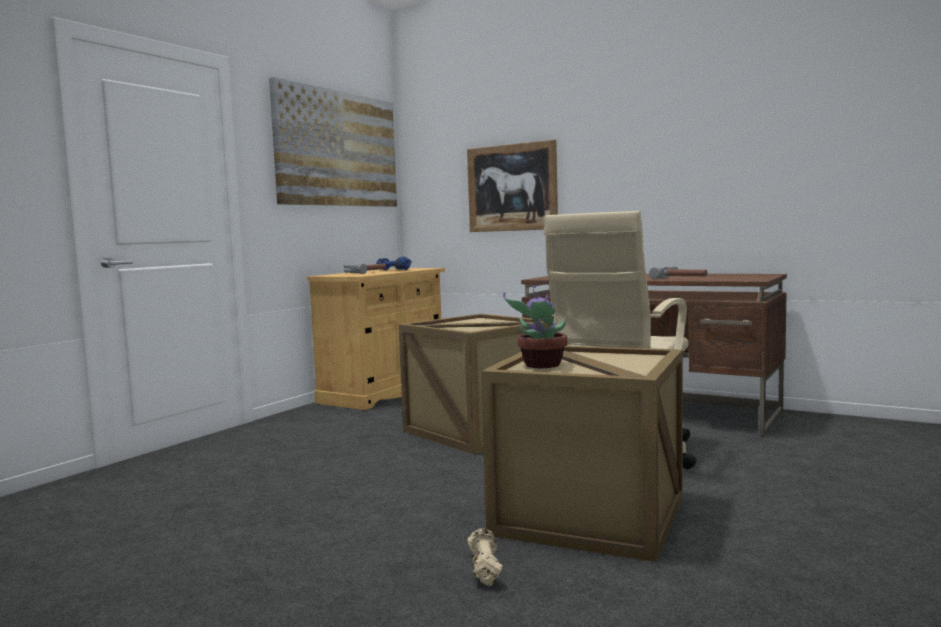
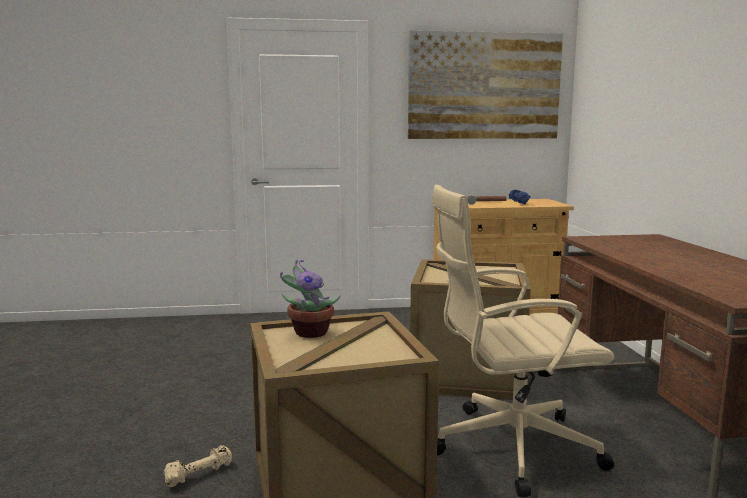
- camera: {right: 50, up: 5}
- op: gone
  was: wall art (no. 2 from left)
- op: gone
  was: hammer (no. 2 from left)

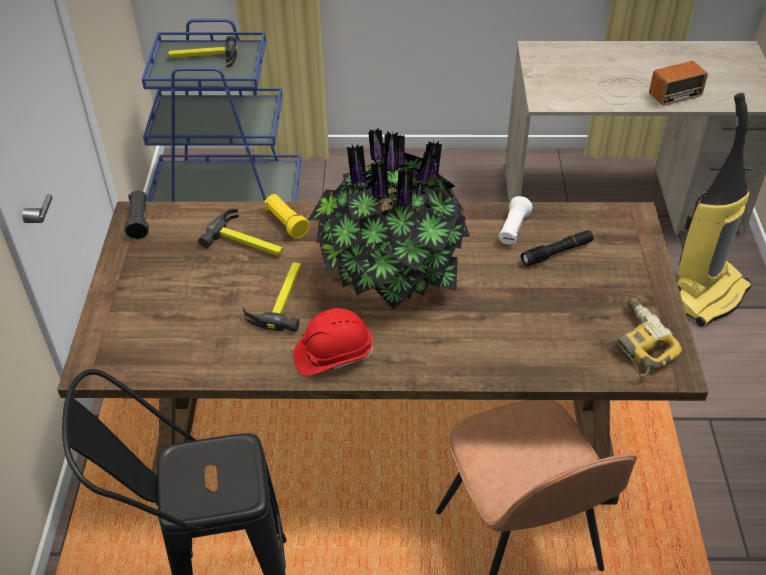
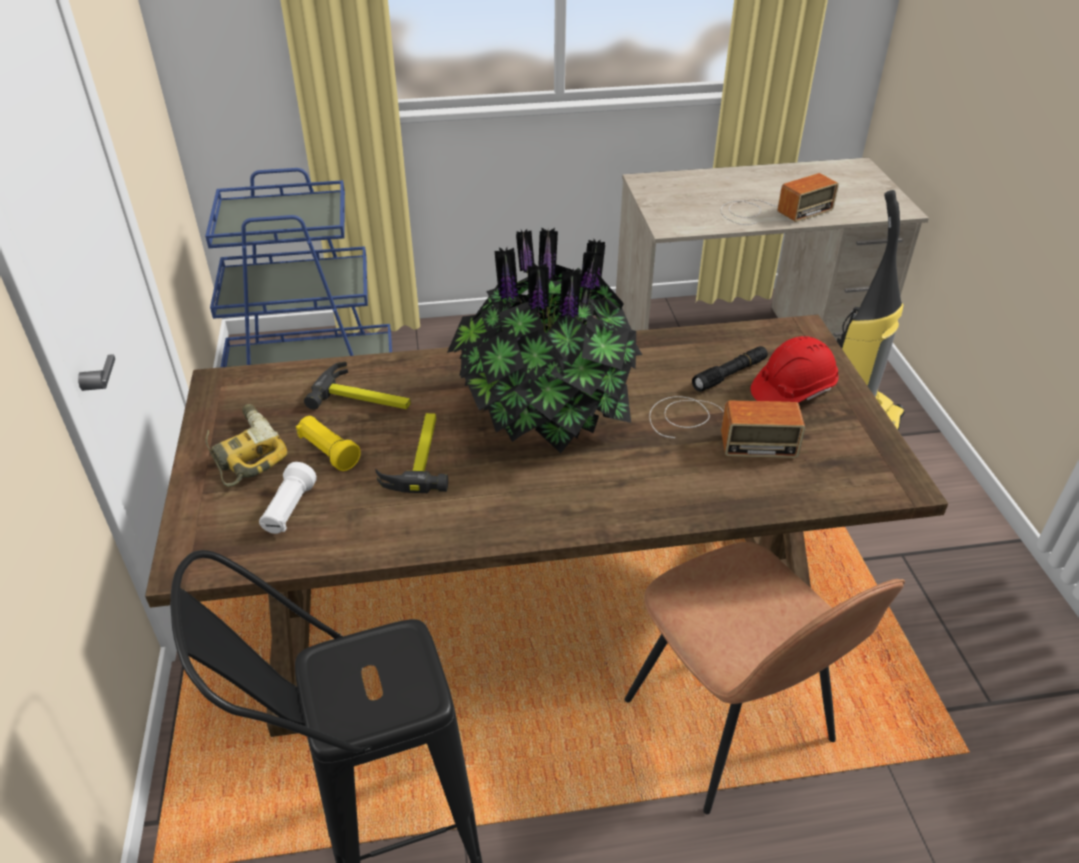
- camera: {right: -10, up: -5}
- op: gone
  was: blackish torch (no. 1 from left)
- op: gone
  was: hammer (no. 1 from left)
- op: new
  now: radio set (no. 1 from left)
- op: shifted
  was: yellow-coloured torch
- op: shifted
  was: reddish safety helmet
- op: shifted
  was: white-coloured torch
- op: shifted
  was: electric drill

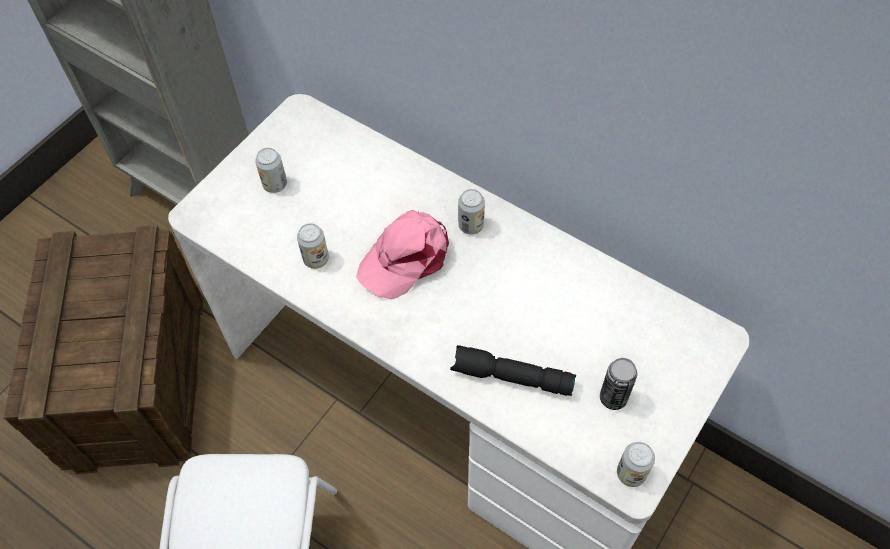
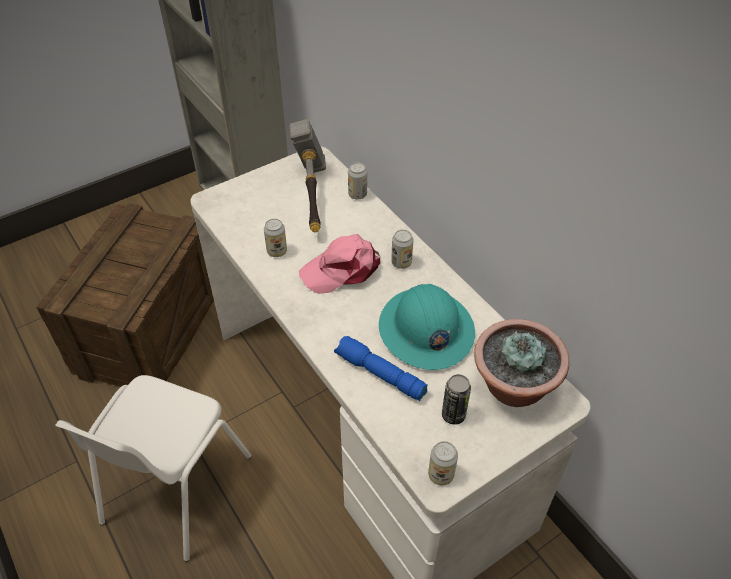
- camera: {right: 20, up: -10}
- op: new
  now: hammer
- op: new
  now: turquoise safety helmet
- op: new
  now: houseplant
- op: shifted
  was: can (no. 1 from left in the first image)
  now: can (no. 2 from left)
- op: repainted
  was: blackish torch
  now: blue torch

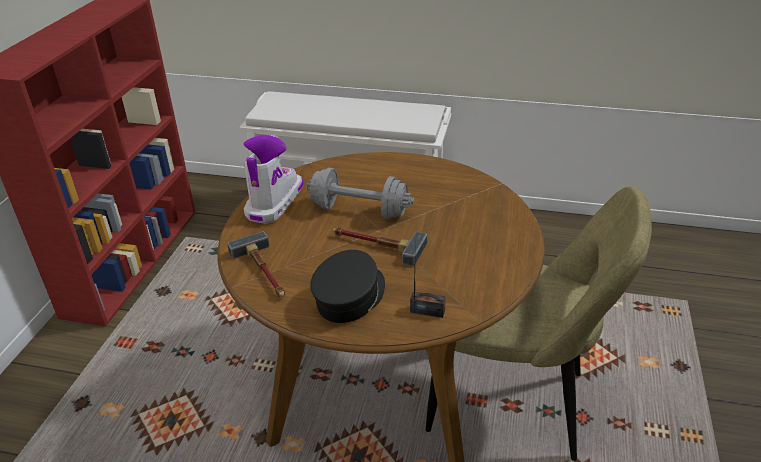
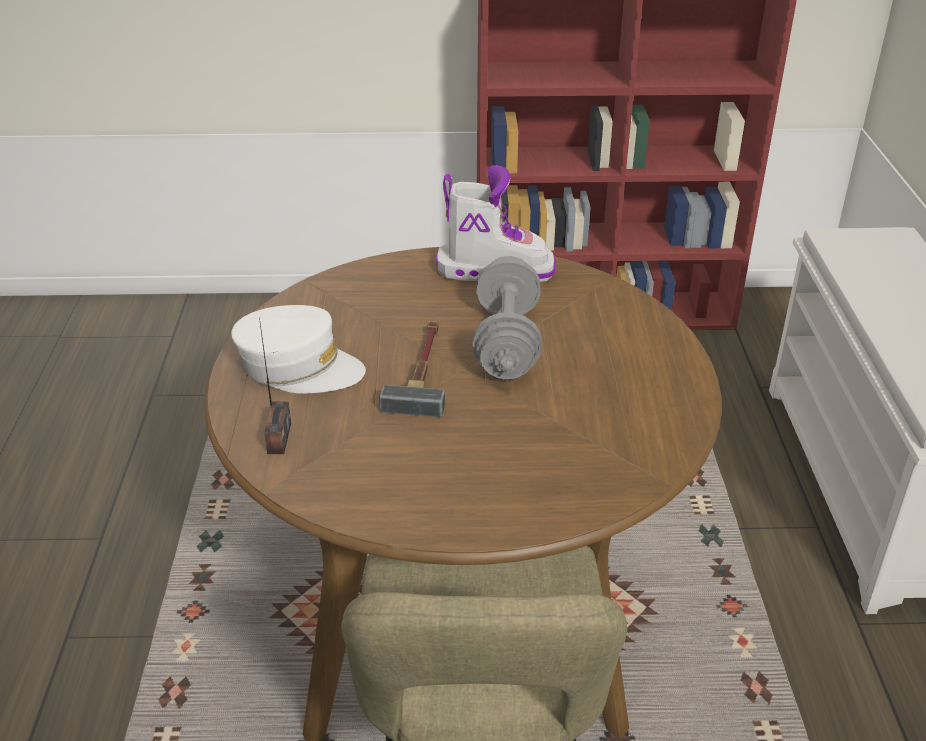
- camera: {right: 75, up: 0}
- op: gone
  was: hammer (no. 1 from left)
- op: repainted
  was: blackish cap
  now: white-coloured cap

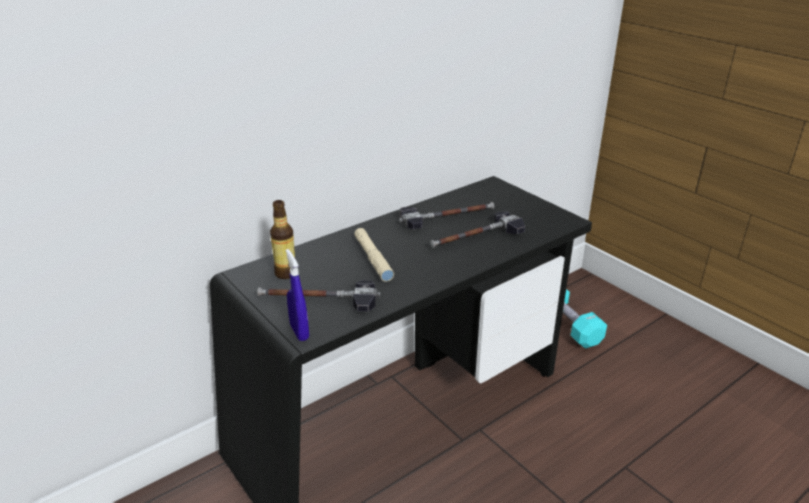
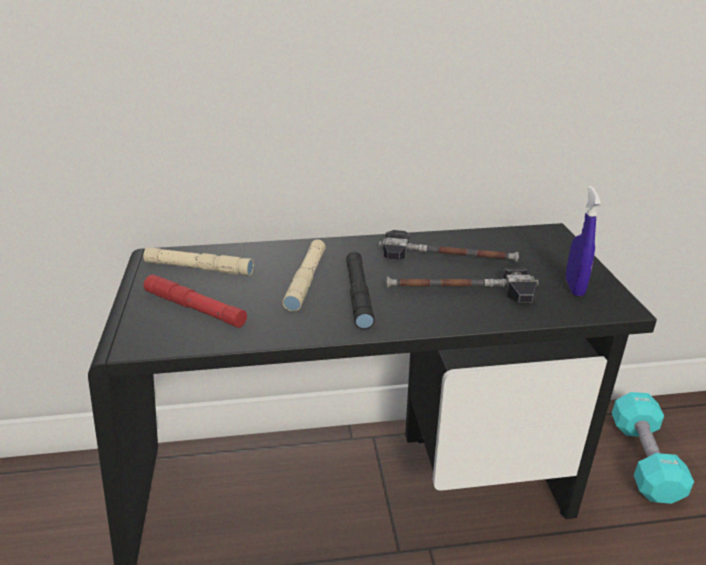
- camera: {right: 30, up: 0}
- op: new
  now: blackish torch
- op: shifted
  was: blue sprayer
- op: swapped
  was: hammer (no. 1 from left)
  now: reddish torch
- op: swapped
  was: bottle
  now: sand-coloured torch (no. 1 from left)

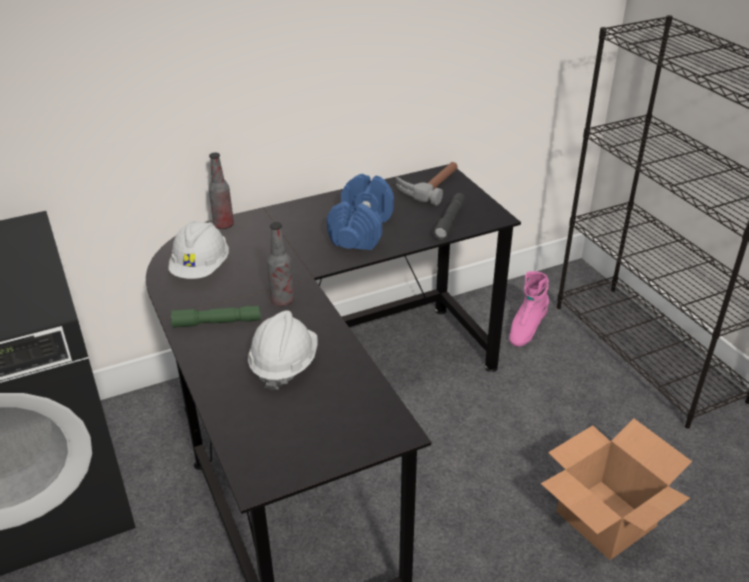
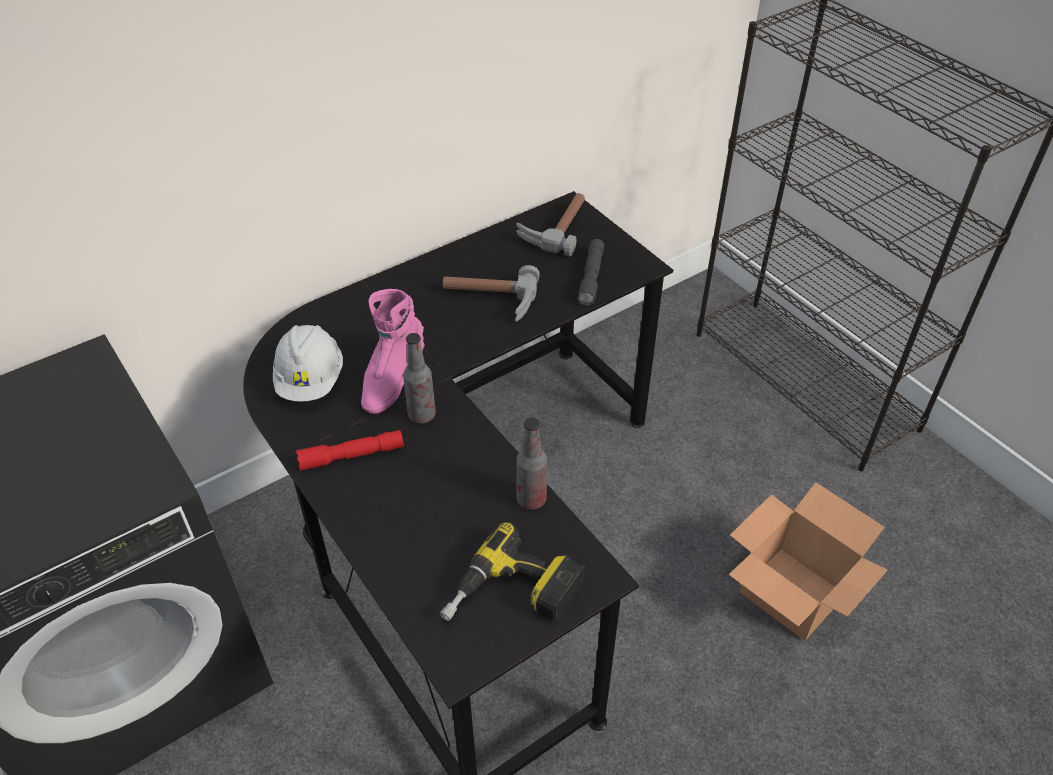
- camera: {right: -10, up: 10}
- op: gone
  was: white-coloured safety helmet (no. 2 from left)
- op: new
  now: electric drill
- op: shifted
  was: bottle (no. 1 from left in the first image)
  now: bottle (no. 2 from left)
- op: shifted
  was: pink-coloured boot
- op: swapped
  was: blue free weight
  now: hammer (no. 1 from left)
- op: repainted
  was: greenish torch
  now: reddish torch

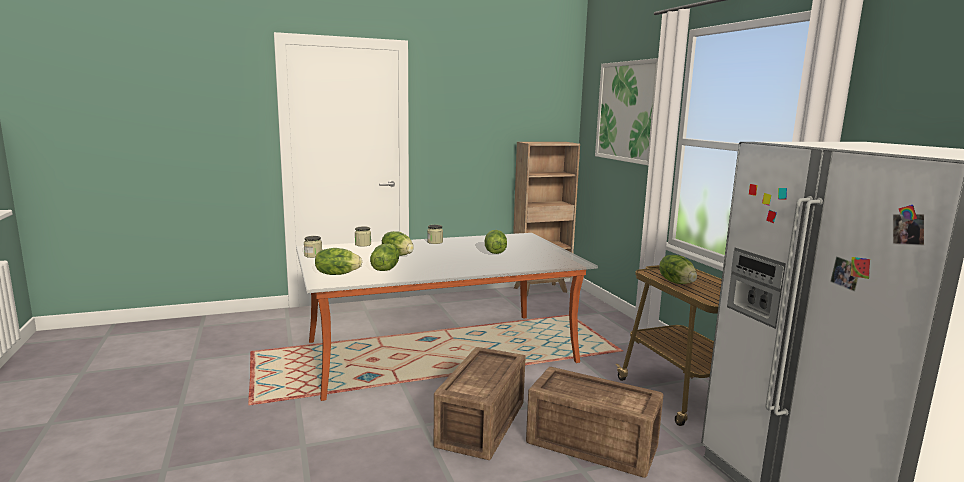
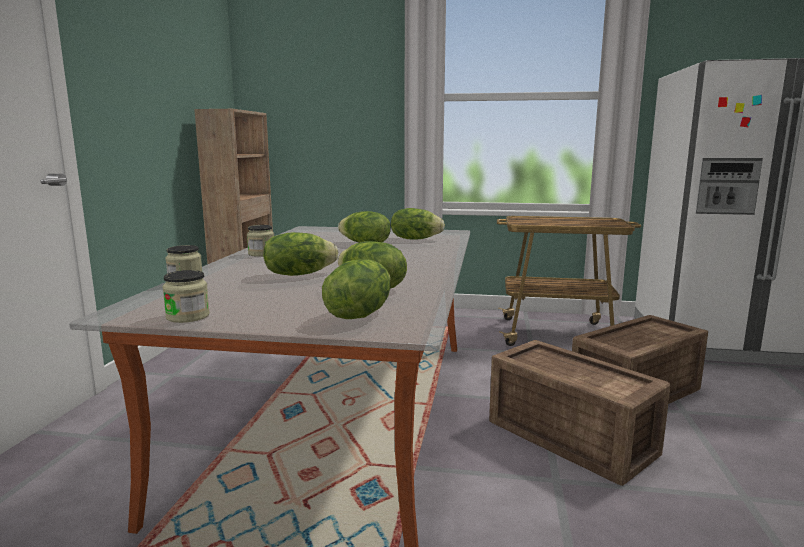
- camera: {right: -60, up: 0}
- op: gone
  was: wall art
- op: shifted
  was: lettuce head (no. 5 from left)

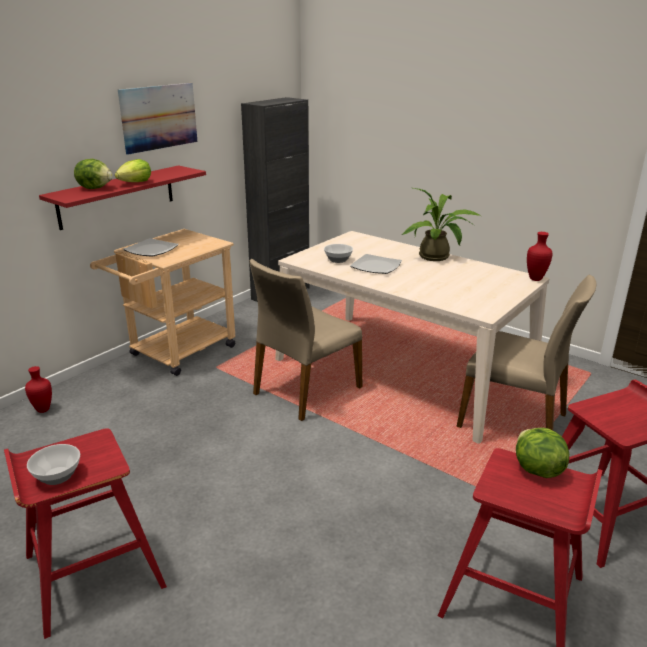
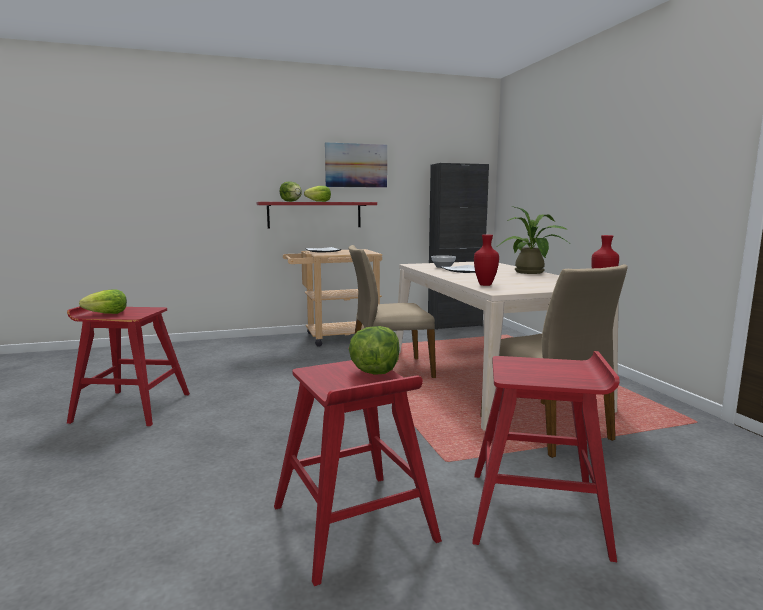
- camera: {right: 35, up: -15}
- op: shifted
  was: reddish vase (no. 1 from left)
- op: swapped
  was: deep dish (no. 1 from left)
  now: lettuce head (no. 1 from left)

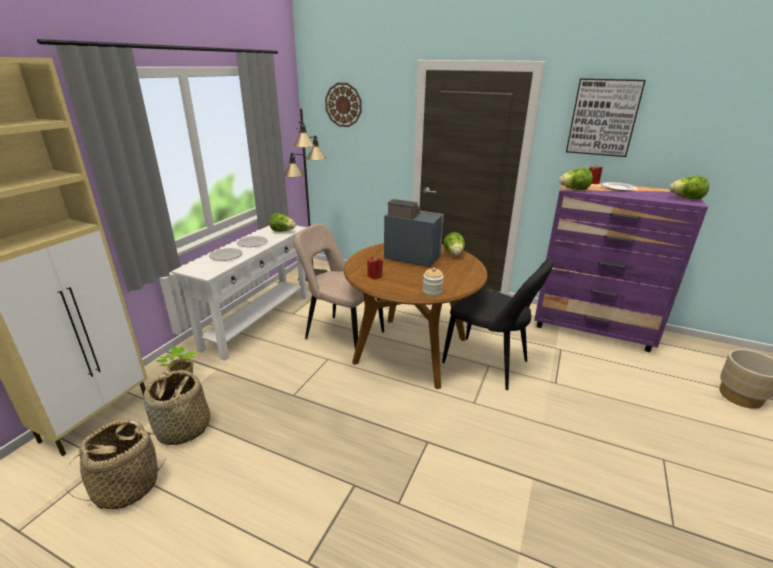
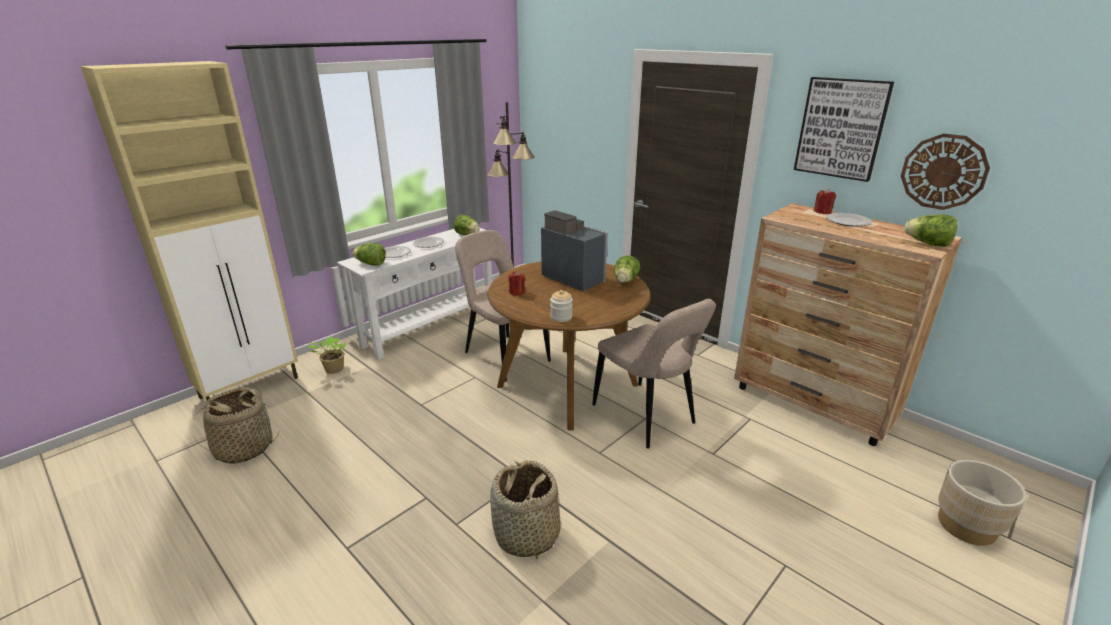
- camera: {right: 20, up: 0}
- op: shifted
  was: basket (no. 2 from left)
- op: shifted
  was: clock on the wall
- op: shifted
  was: lettuce head (no. 3 from left in the first image)
  now: lettuce head (no. 1 from left)
- op: repainted
  was: blackish plain chair
  now: sand-coloured plain chair (no. 2 from left)
- op: repainted
  was: purplish chest of drawers
  now: brown-coloured chest of drawers

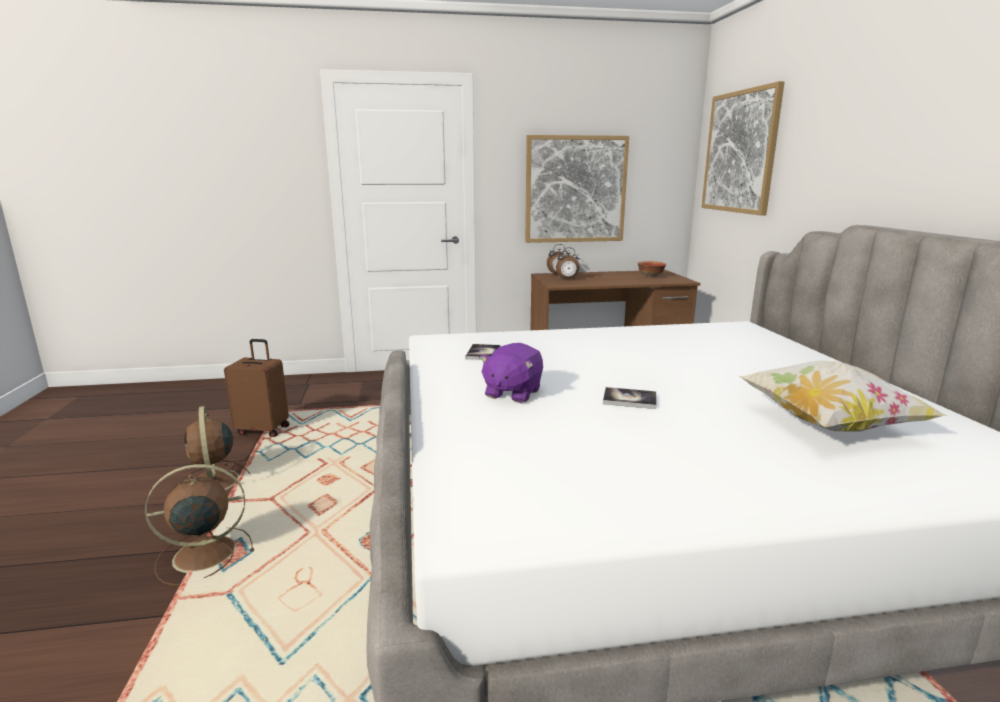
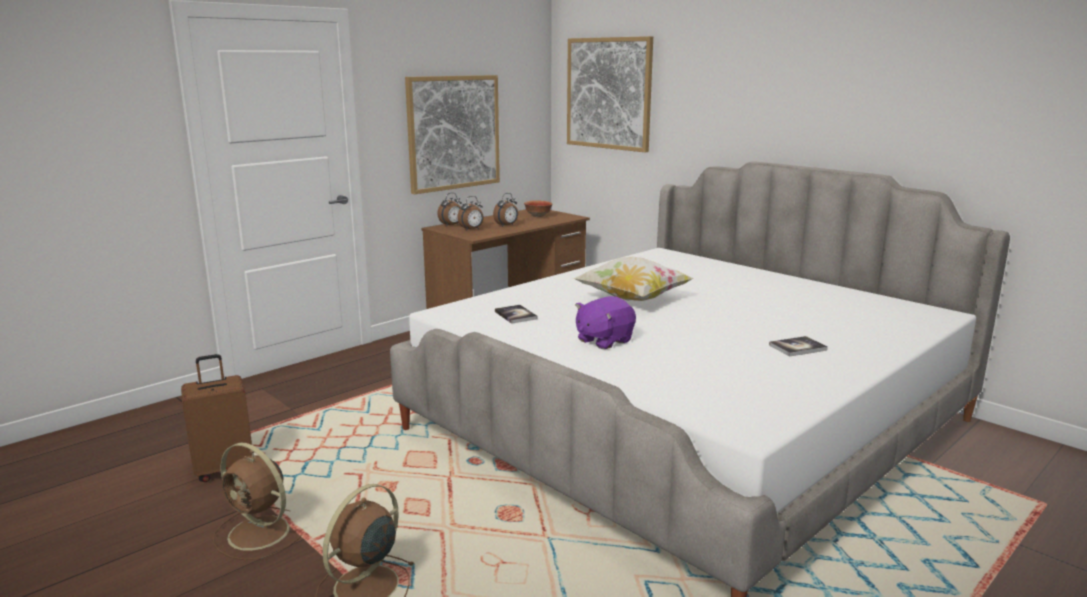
- camera: {right: -35, up: 0}
- op: new
  now: table clock (no. 3 from left)
- op: shifted
  was: volume (no. 2 from left)
- op: shifted
  was: cushion
- op: rotated
  was: purplish cuddly toy
  clockwise: 60

